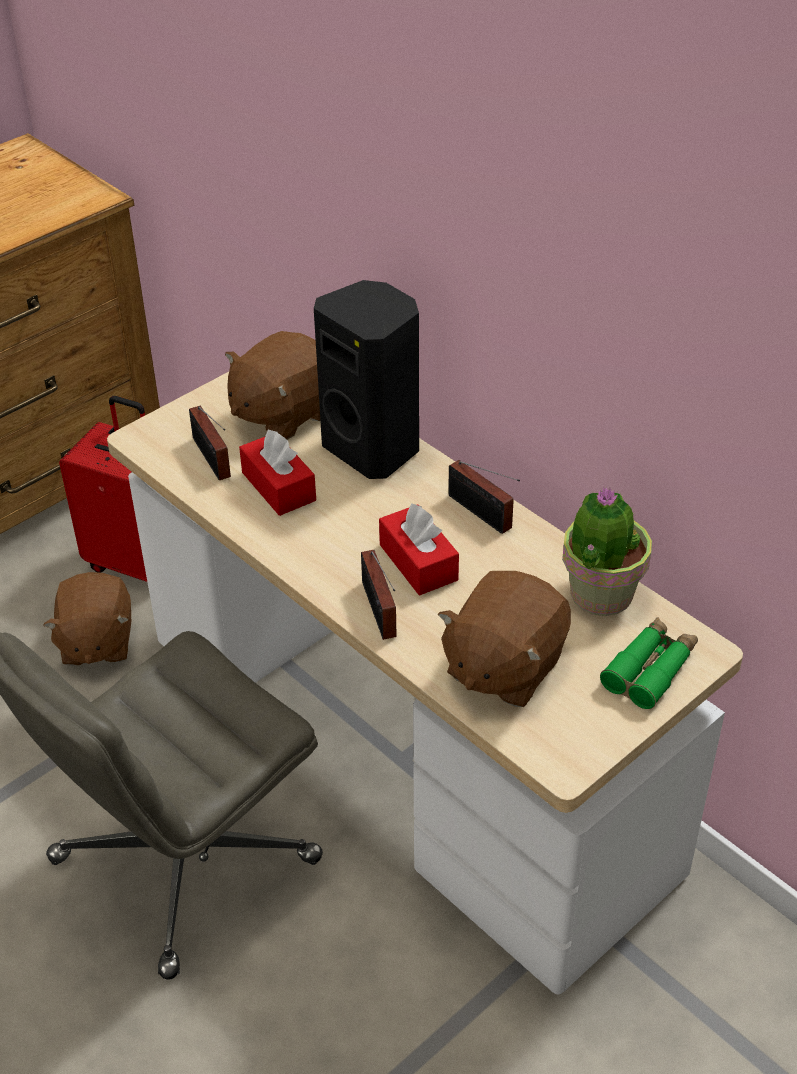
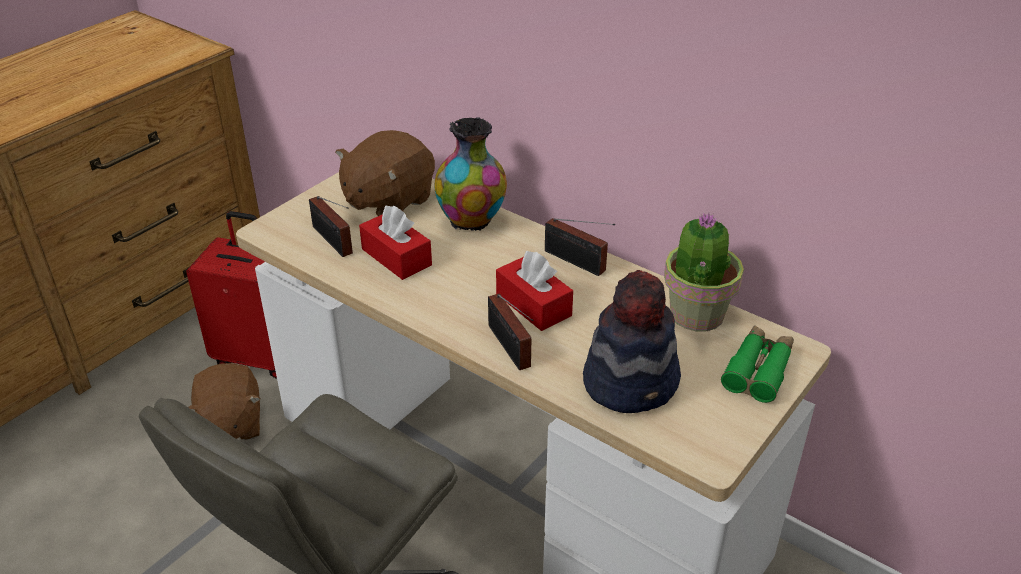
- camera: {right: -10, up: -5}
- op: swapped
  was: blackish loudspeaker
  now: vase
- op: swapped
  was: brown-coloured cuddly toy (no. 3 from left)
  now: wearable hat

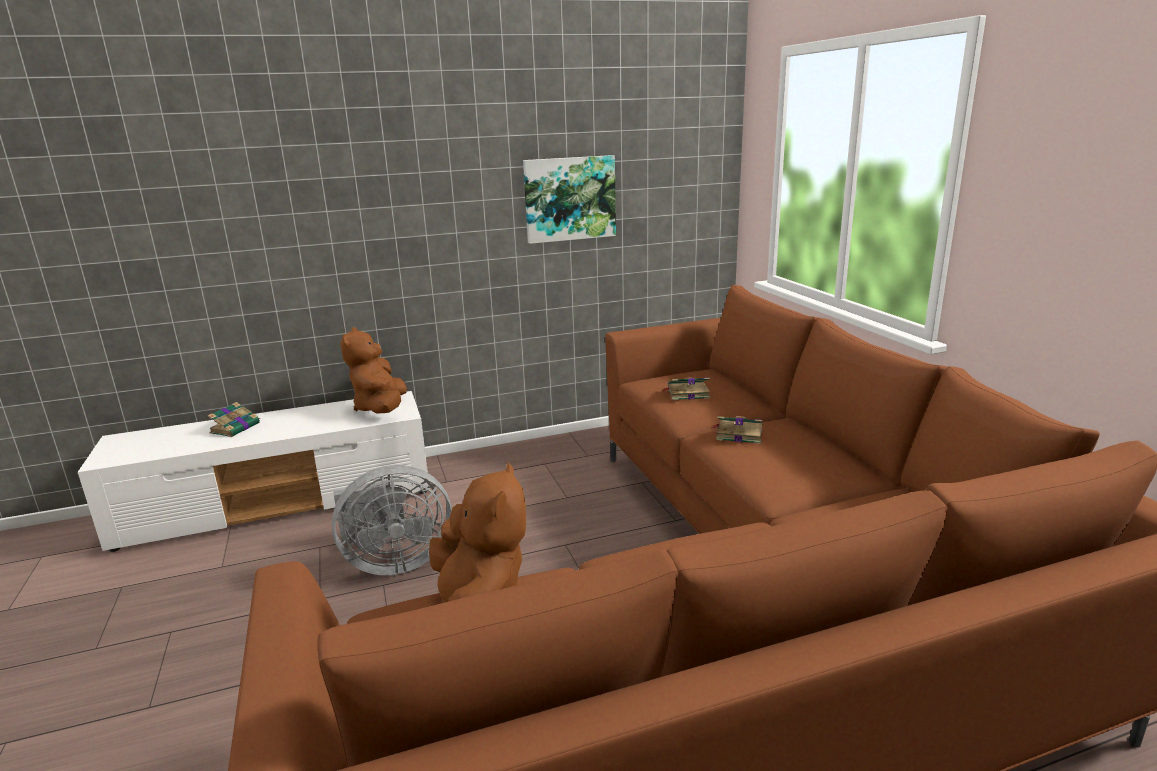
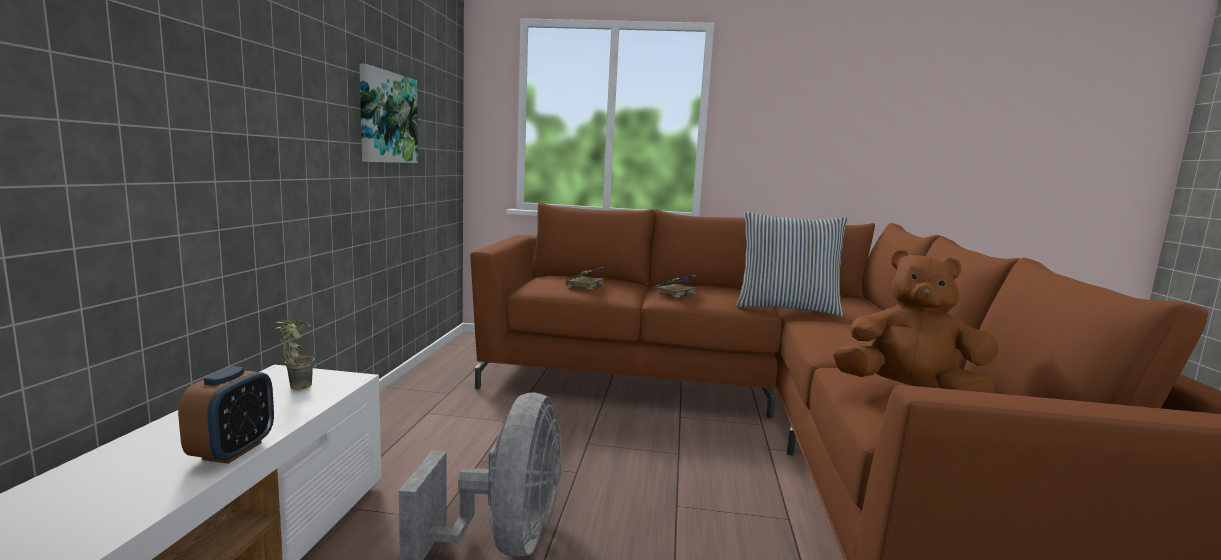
- camera: {right: -65, up: -10}
- op: gone
  was: volume (no. 1 from left)
- op: new
  now: table clock
- op: new
  now: cushion
- op: swapped
  was: brown-coloured cuddly toy (no. 1 from left)
  now: houseplant

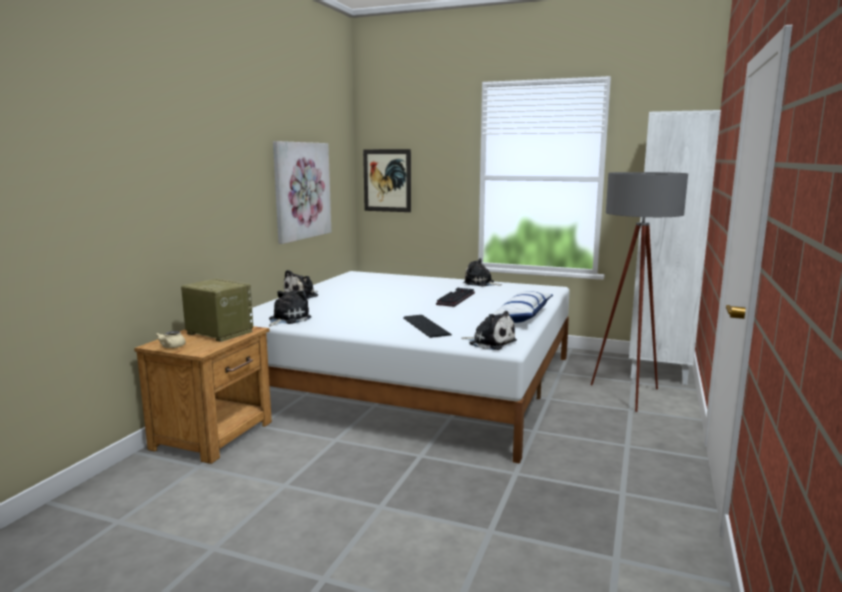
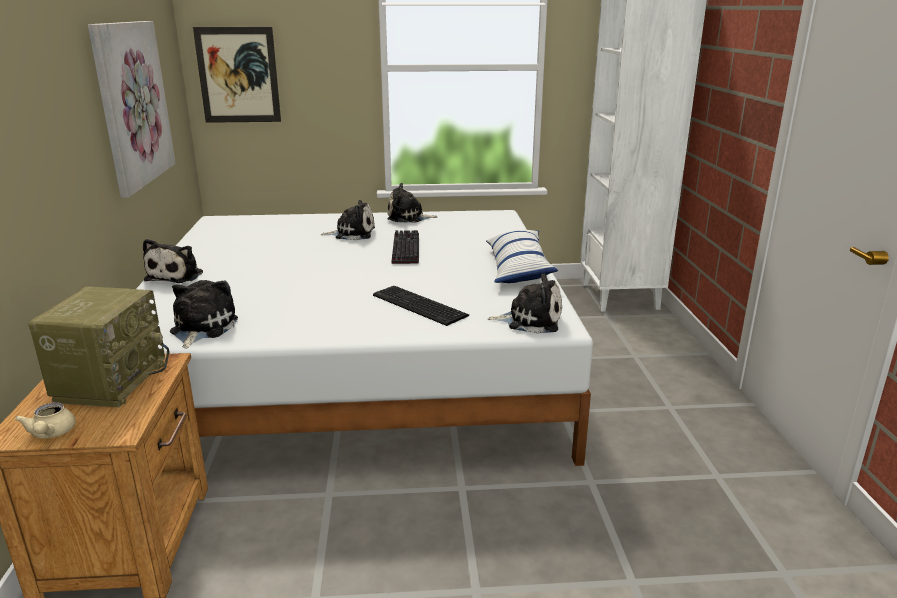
- camera: {right: -25, up: 10}
- op: gone
  was: grey floor lamp
- op: new
  now: cuddly toy (no. 3 from left)
- op: rotated
  was: radio set
  clockwise: 90

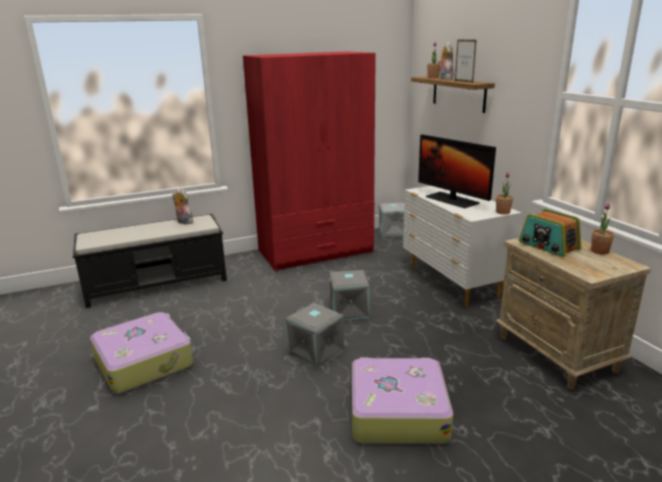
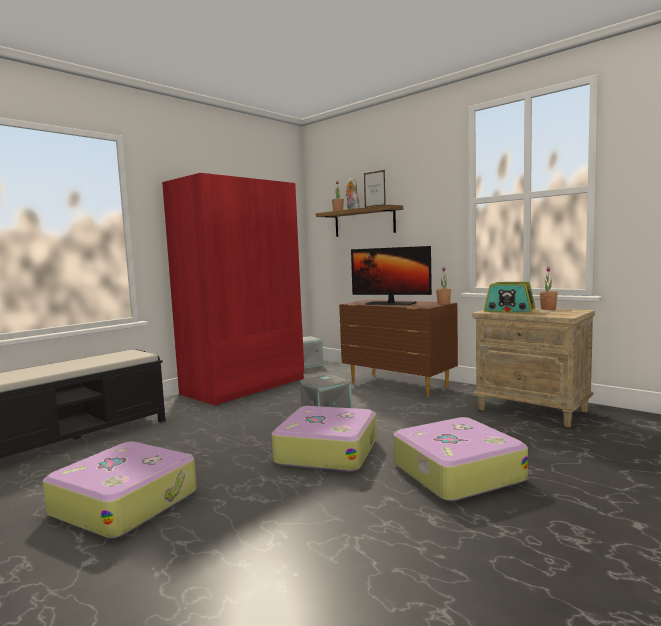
- camera: {right: -25, up: -15}
- op: gone
  was: cuddly toy (no. 1 from left)
- op: swapped
  was: grey storage bin (no. 1 from left)
  now: suitcase (no. 2 from left)
- op: repainted
  was: white-coloured chest of drawers
  now: brown-coloured chest of drawers

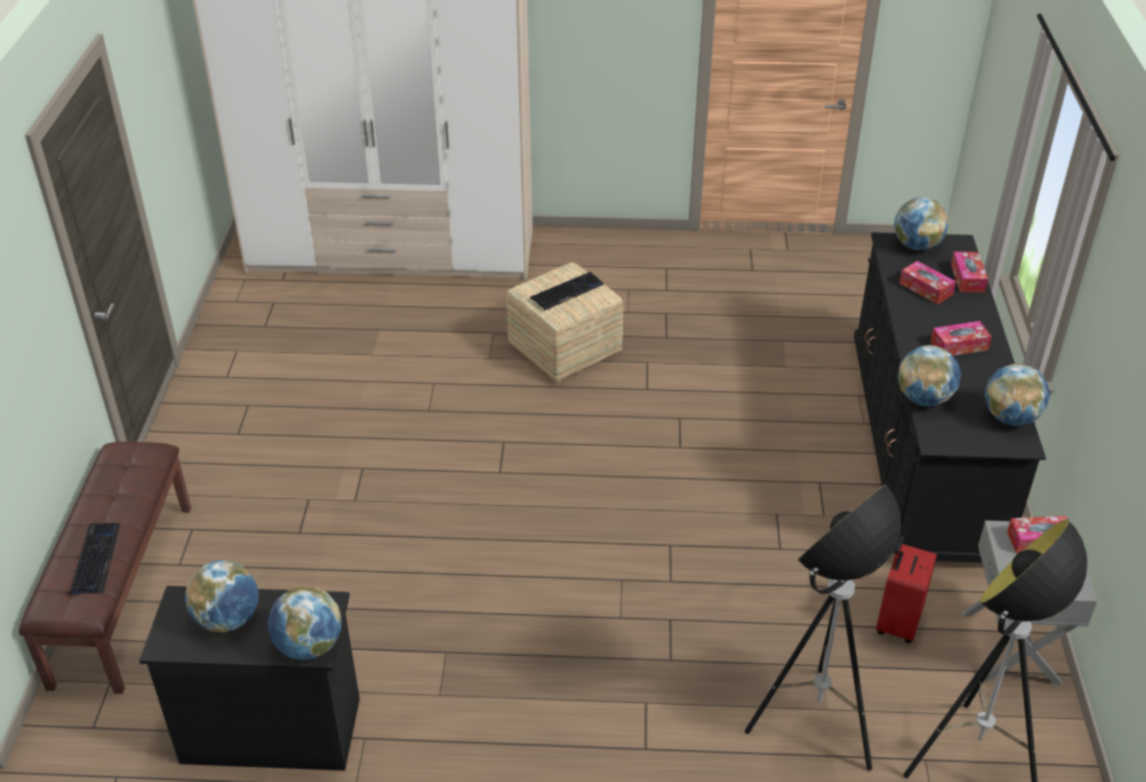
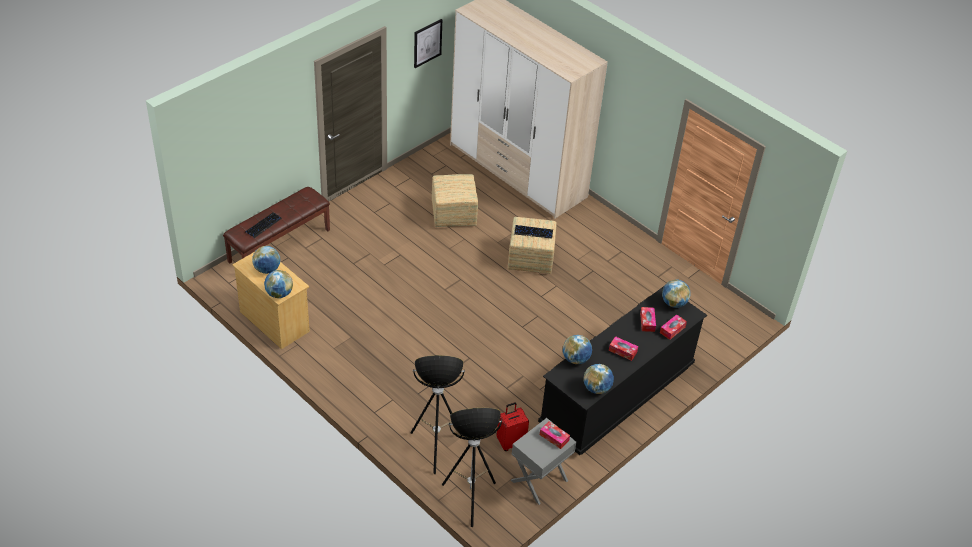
- camera: {right: 40, up: 5}
- op: new
  now: wall art
- op: new
  now: footrest (no. 1 from left)
- op: repainted
  was: blackish chest of drawers (no. 1 from left)
  now: sand-coloured chest of drawers

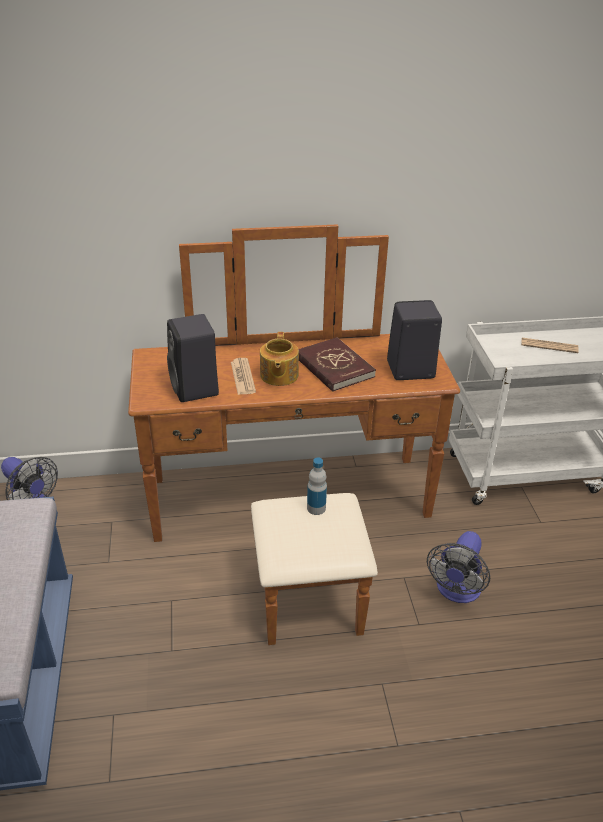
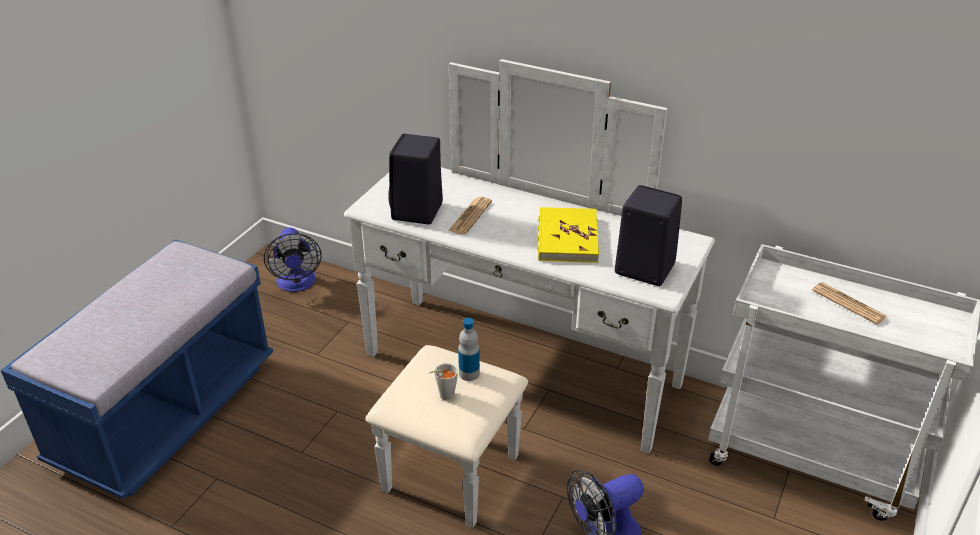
- camera: {right: 35, up: 0}
- op: gone
  was: pot for tea
- op: new
  now: grey small cup
- op: repainted
  was: brown-coloured chest of drawers
  now: white-coloured chest of drawers
- op: repainted
  was: reddish volume
  now: yellow-coloured volume

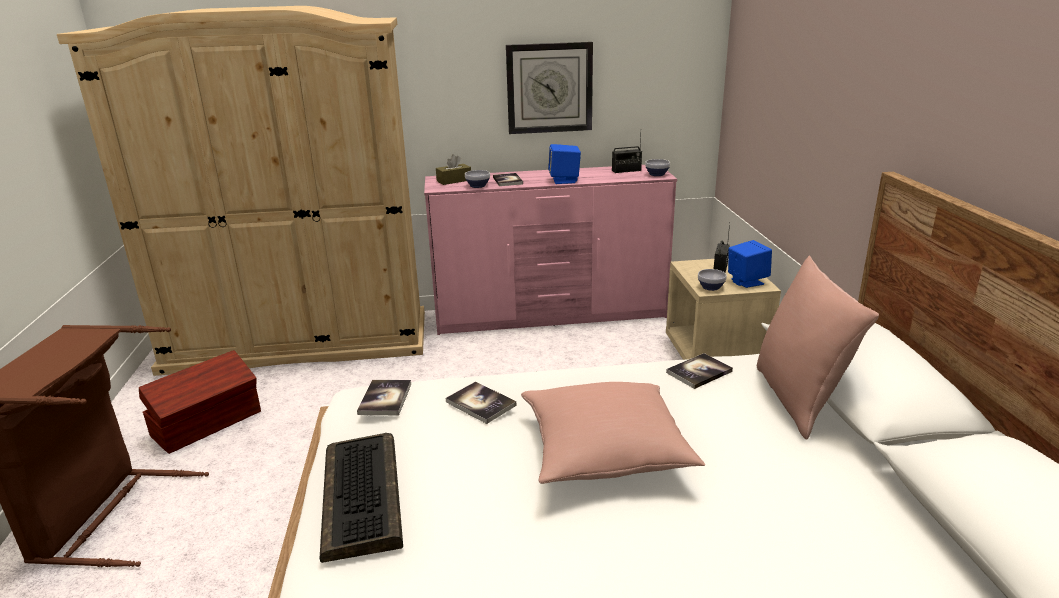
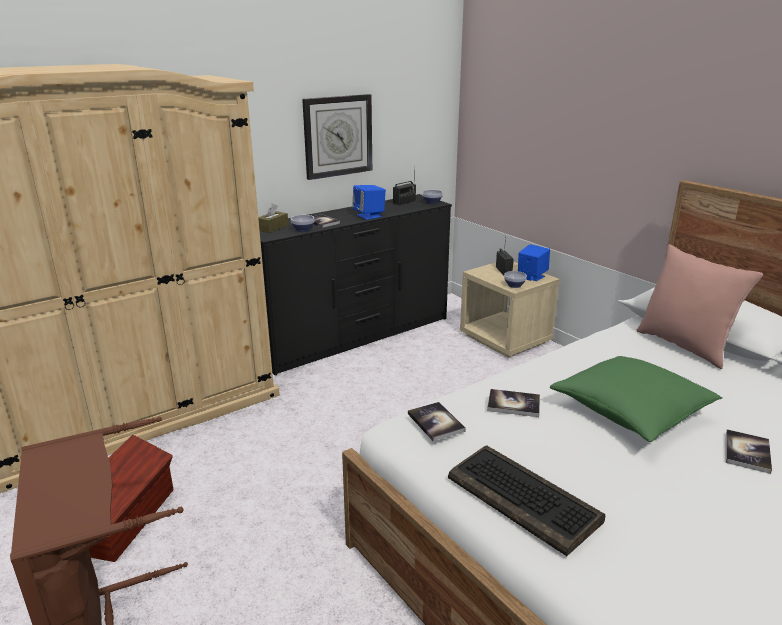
- camera: {right: -30, up: 0}
- op: shifted
  was: volume (no. 4 from left)
- op: repainted
  was: pink-coloured chest of drawers
  now: blackish chest of drawers
- op: repainted
  was: pink-coloured cushion (no. 1 from left)
  now: greenish cushion

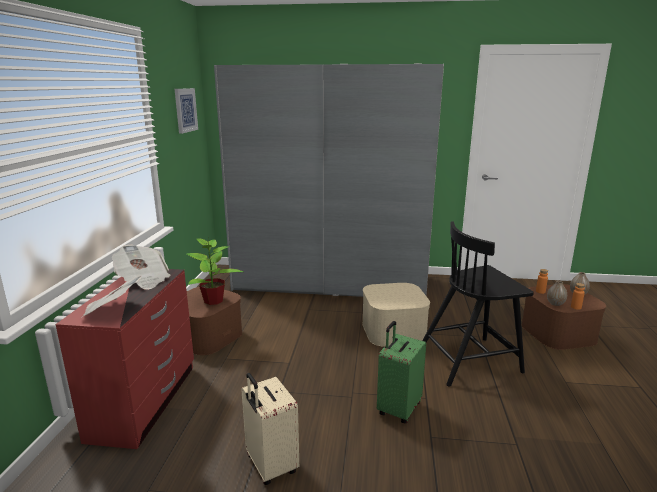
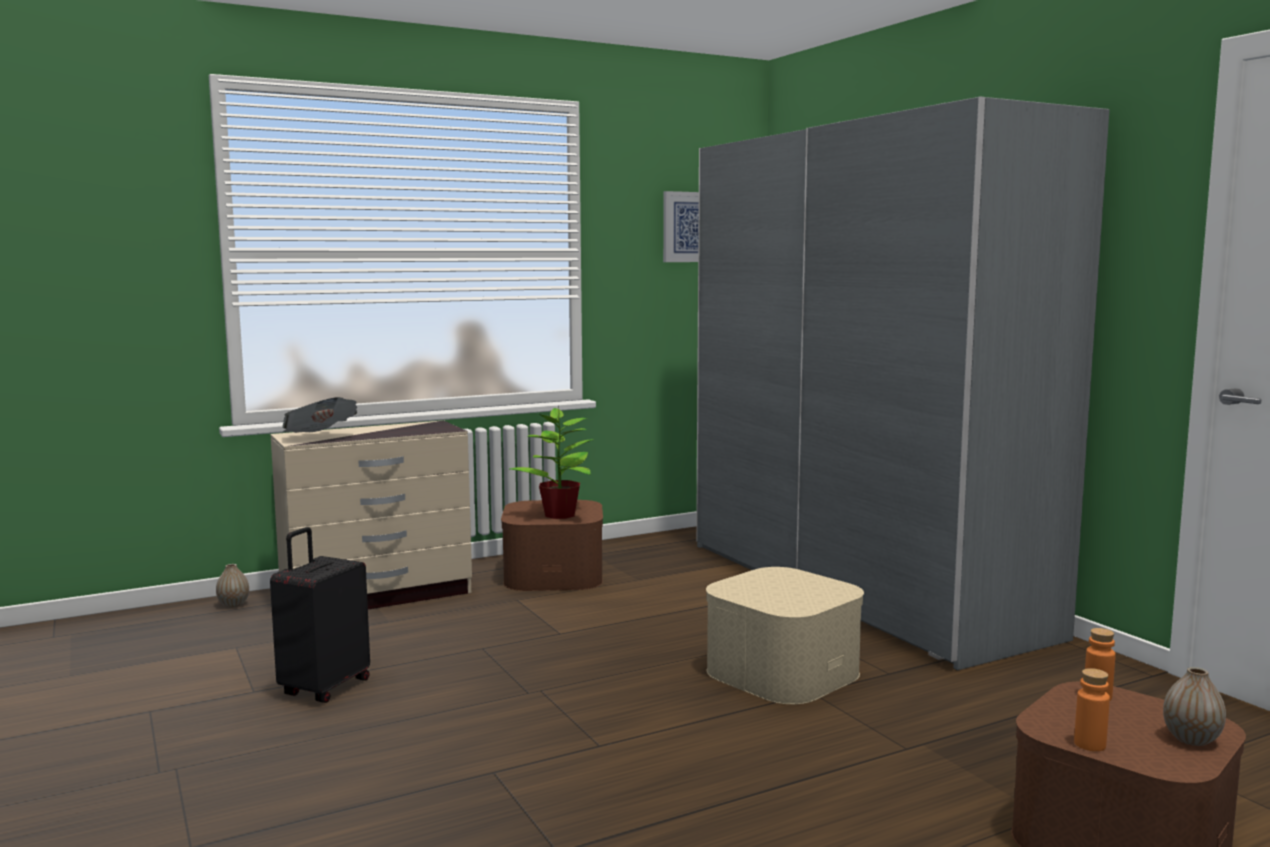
- camera: {right: 55, up: -10}
- op: gone
  was: newspaper (no. 2 from left)
- op: gone
  was: greenish suitcase
- op: gone
  was: blackish plain chair
- op: shifted
  was: vase (no. 1 from left)
- op: repainted
  was: reddish chest of drawers
  now: sand-coloured chest of drawers
- op: repainted
  was: sand-coloured suitcase
  now: blackish suitcase

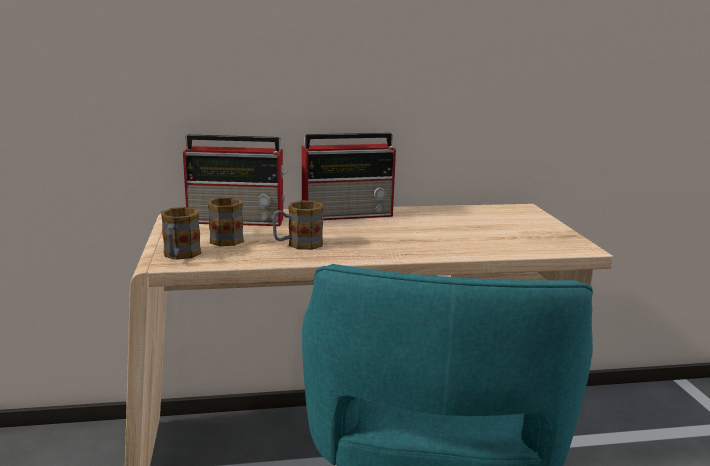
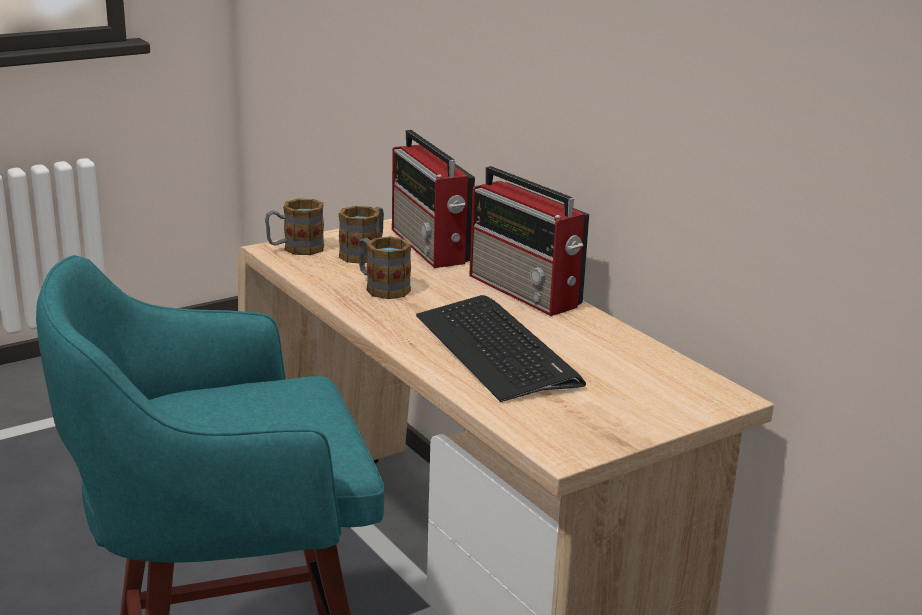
- camera: {right: 65, up: 5}
- op: new
  now: computer keyboard

